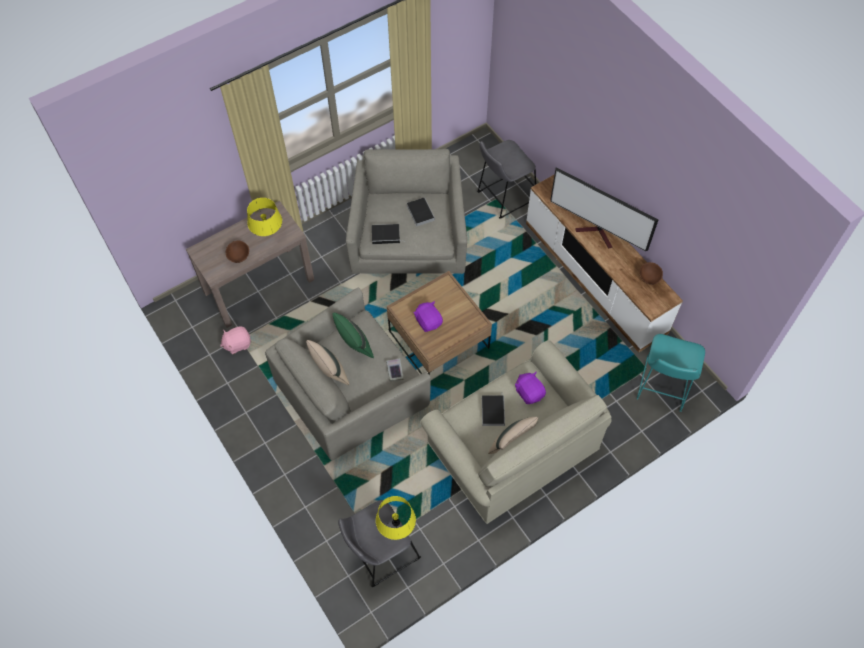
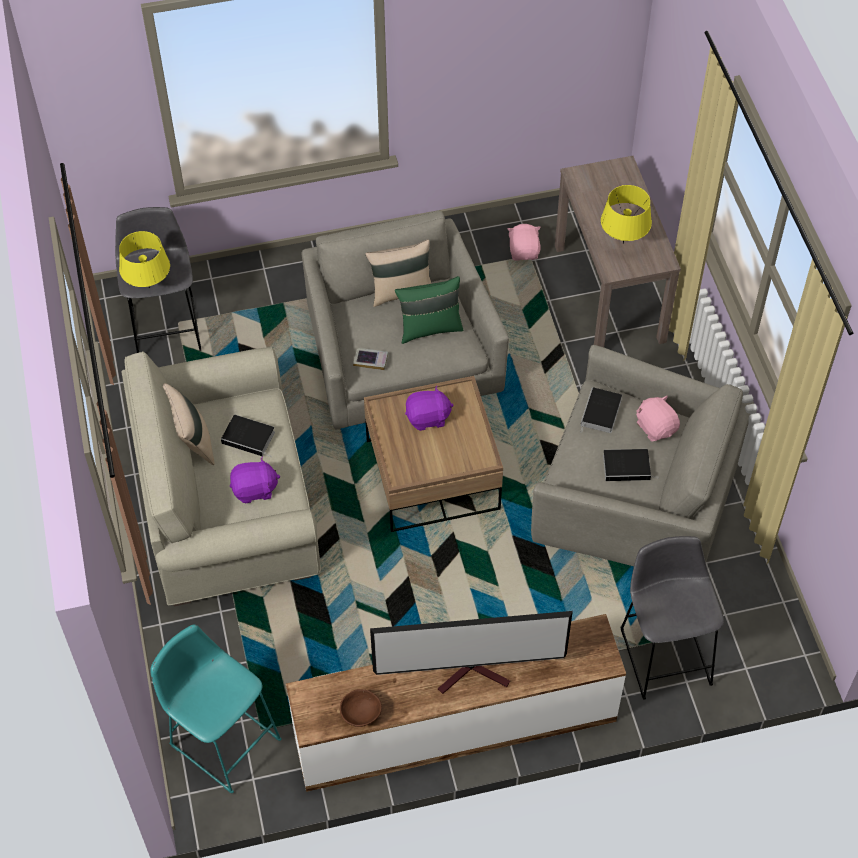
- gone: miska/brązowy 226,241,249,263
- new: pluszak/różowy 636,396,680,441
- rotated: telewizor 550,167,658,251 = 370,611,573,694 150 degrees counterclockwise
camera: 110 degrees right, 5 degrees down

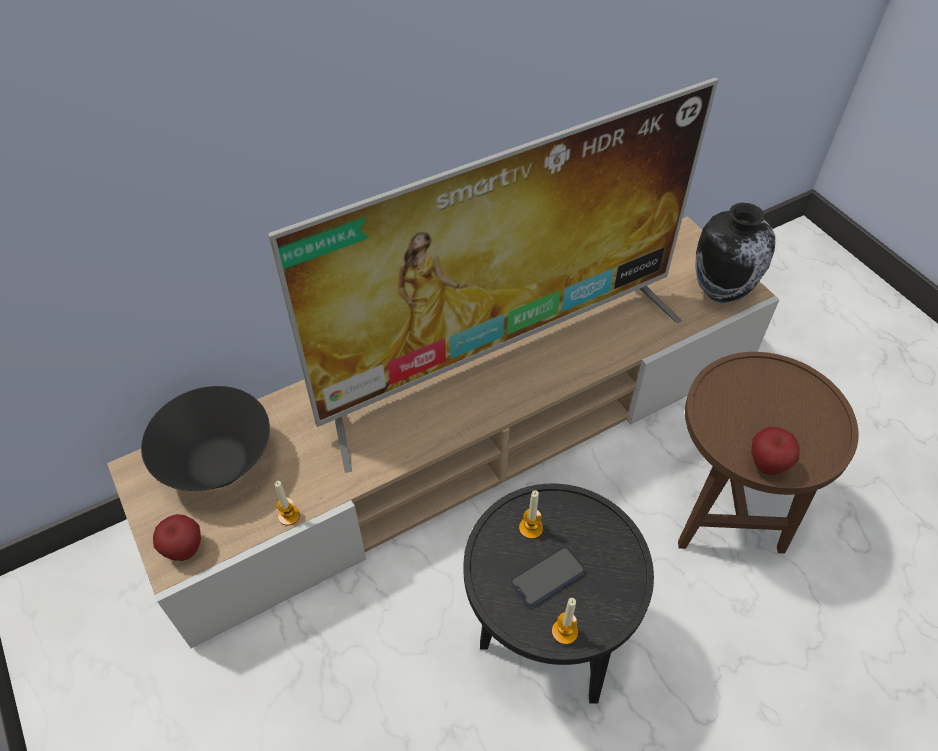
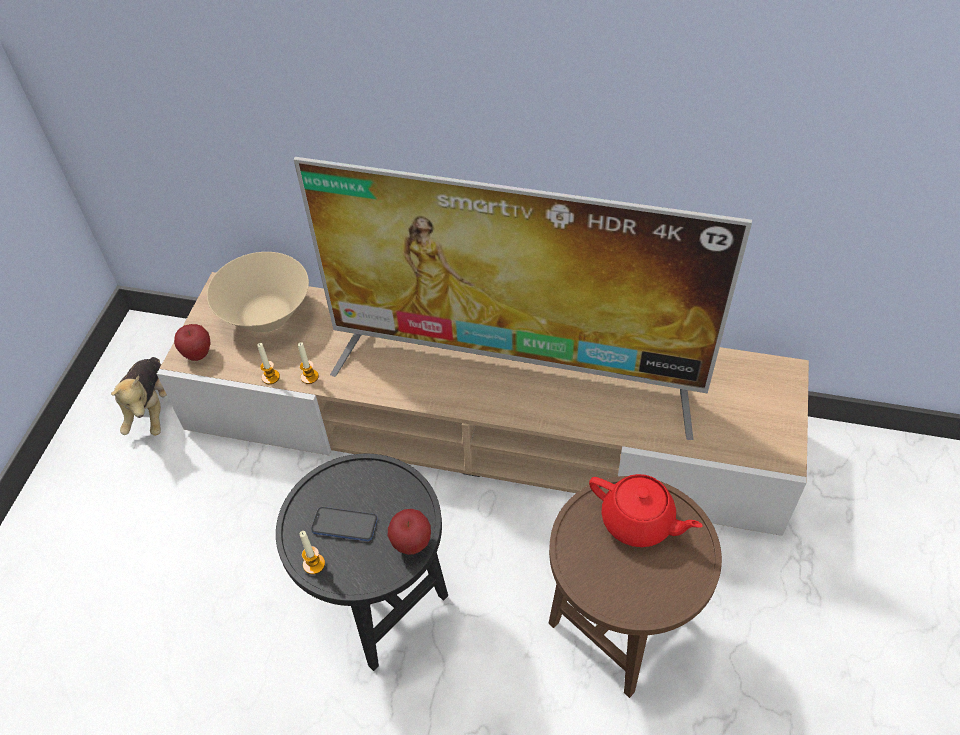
- gone: wazon 695,203,775,303
- new: pluszak 111,357,167,436
- new: imbryk/czerwony 589,474,703,547
- shifted: świeca 519,490,543,539 to 298,342,319,384
- shifted: jabłko 751,427,800,475 to 388,509,431,555
- repainted: miska/czarny 141,386,270,491 to miska/beżowy 207,252,309,332
camera: 45 degrees right, 0 degrees up

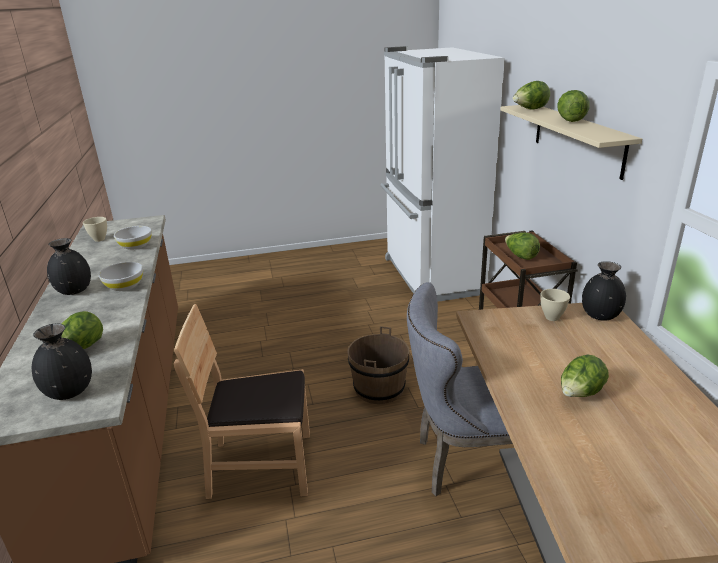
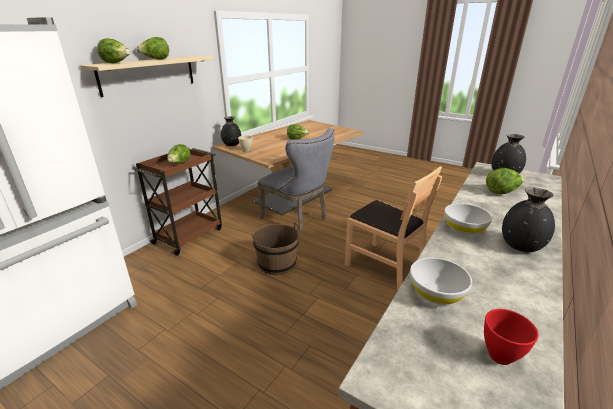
- repainted: miska/beżowy 83,217,107,242 to miska/czerwony 484,309,539,365
camera: 135 degrees left, 0 degrees up

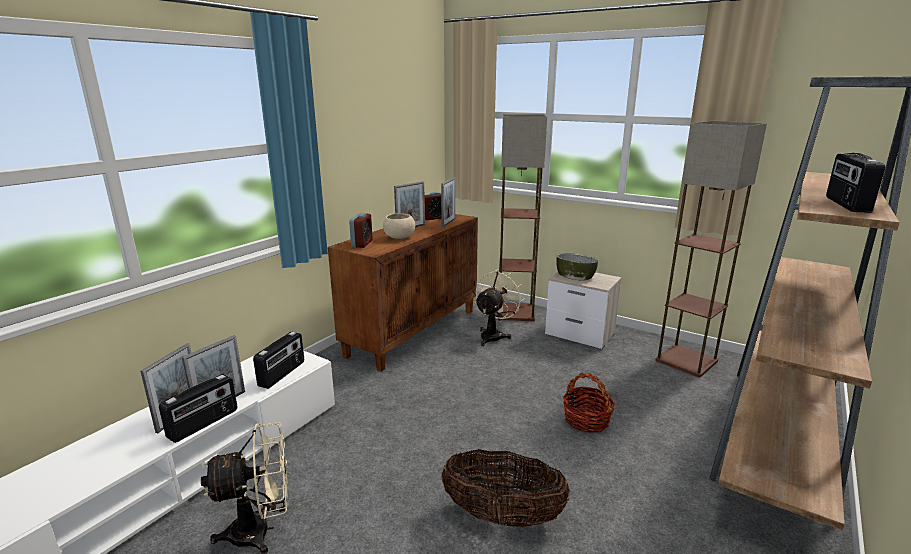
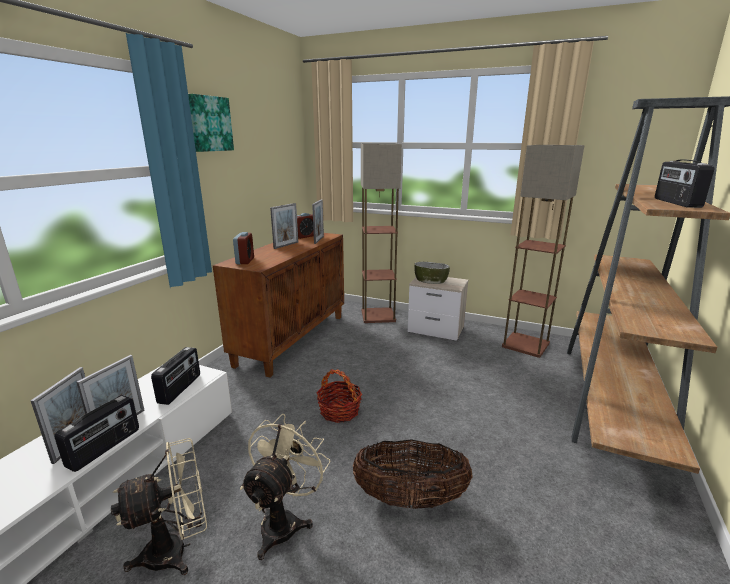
- gone: miska/beżowy 383,213,415,239
- new: obraz 188,94,234,152
- shifted: wentylator/beżowy 475,269,525,346 to 240,414,331,560
- shifted: koszyk 563,373,615,433 to 317,369,362,423
camera: 10 degrees left, 0 degrees up

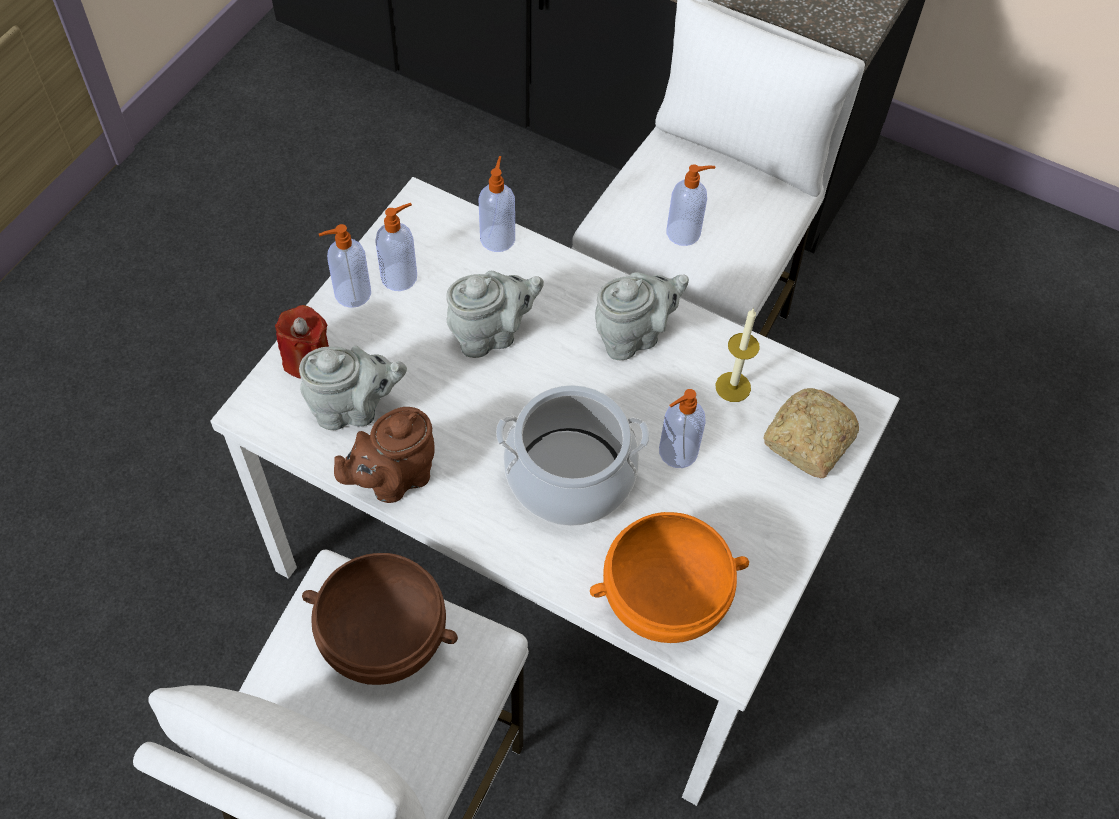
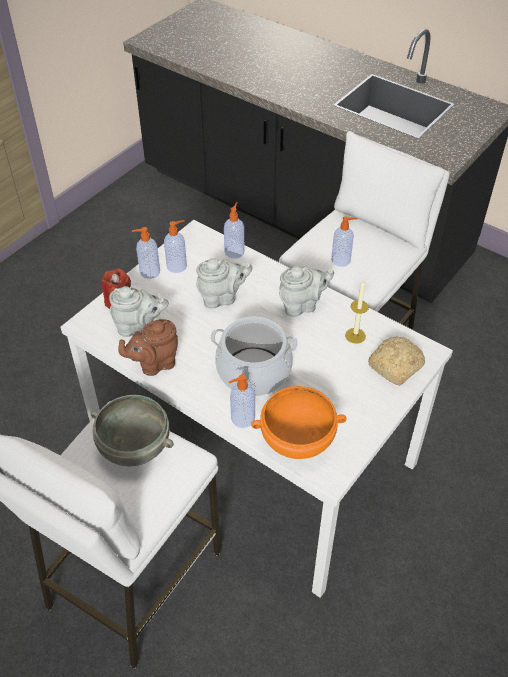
- shifted: dozownik mydła 659,389,706,468 to 229,374,255,428
- repainted: miska/brązowy 302,553,458,685 to miska/szary 91,395,174,466
camera: 10 degrees right, 10 degrees down

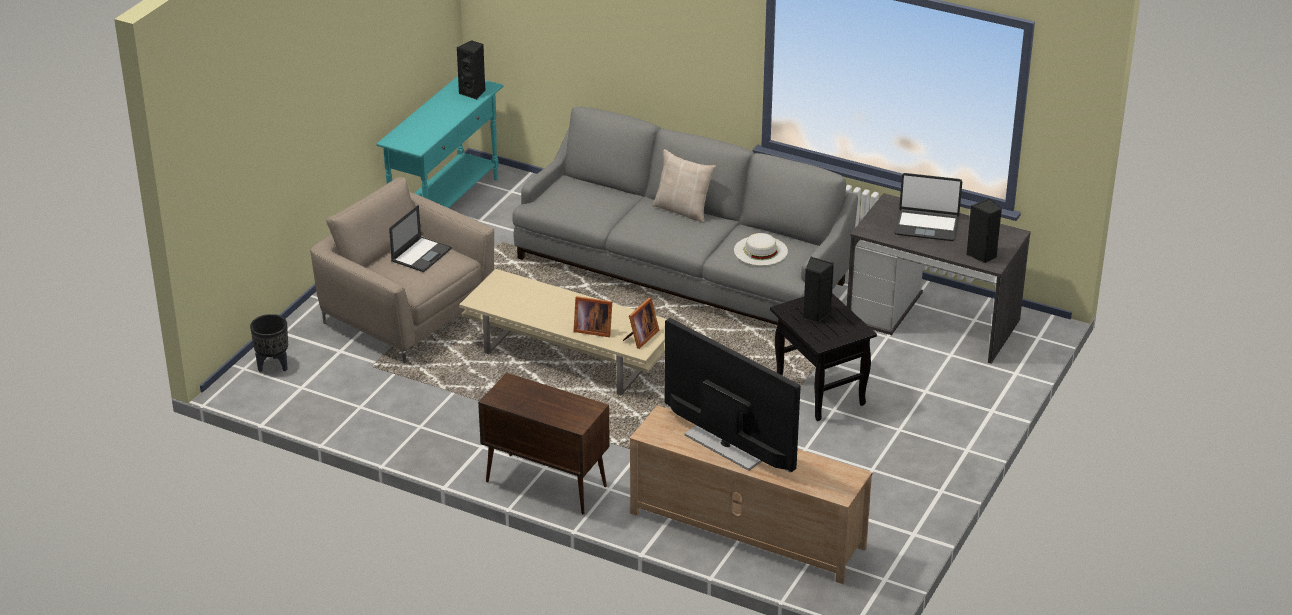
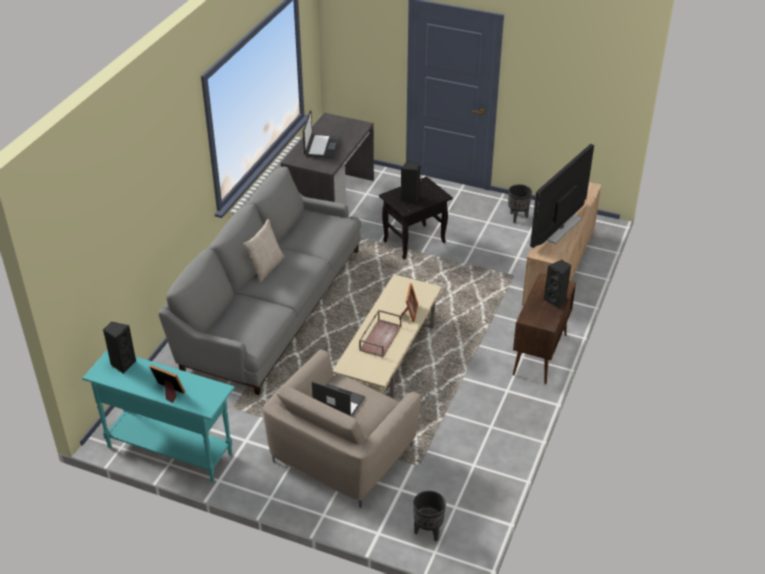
- gone: kapelusz/biały 734,233,788,266
- new: taca/brązowy 359,309,402,357
- new: donica/czarny 508,184,532,223
- shifted: ramka na zdjęcie 623,298,659,349 to 149,365,185,403
- shifted: głośnik/czarny 966,198,1002,263 to 544,260,571,309
camera: 95 degrees left, 5 degrees up

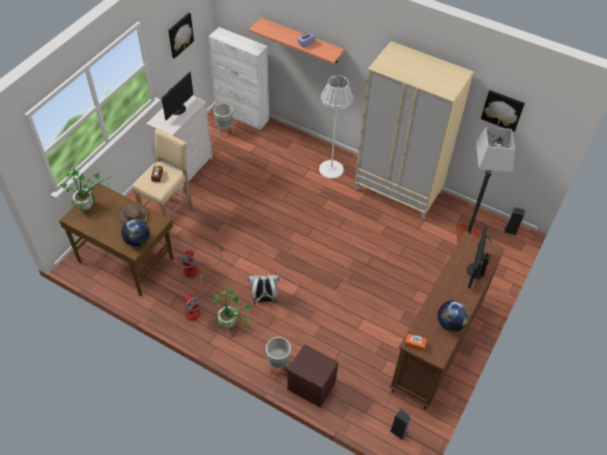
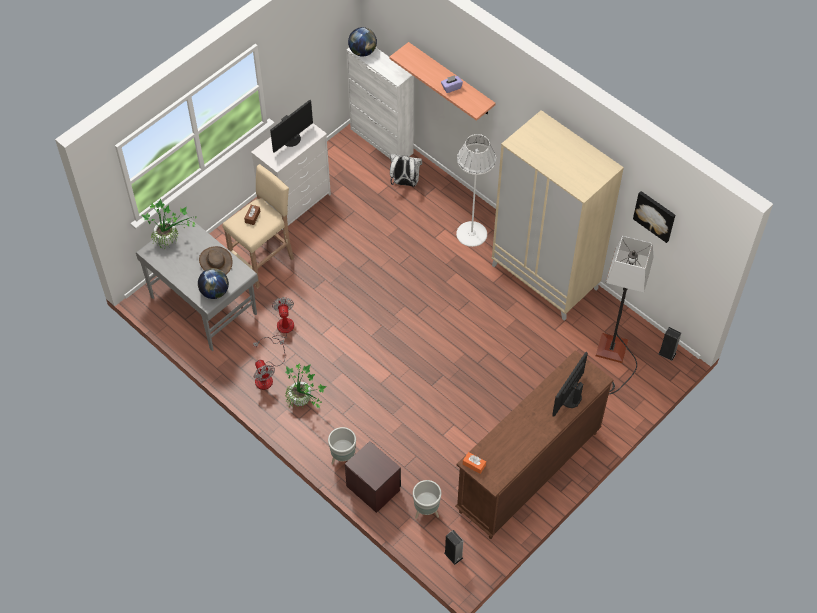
- gone: obraz 168,13,194,58
- shifted: donica/szary 213,103,234,136 to 413,480,441,519
- shifted: plecak/biały 248,275,279,304 to 390,154,422,187
- shifted: globus 437,300,469,332 to 348,27,377,56
- repainted: biurko/brązowy 59,184,174,296 to biurko/szary 136,214,258,351
- rotated: wentylator 178,247,224,277 = 253,297,294,346 150 degrees clockwise
camera: 15 degrees right, 5 degrees up

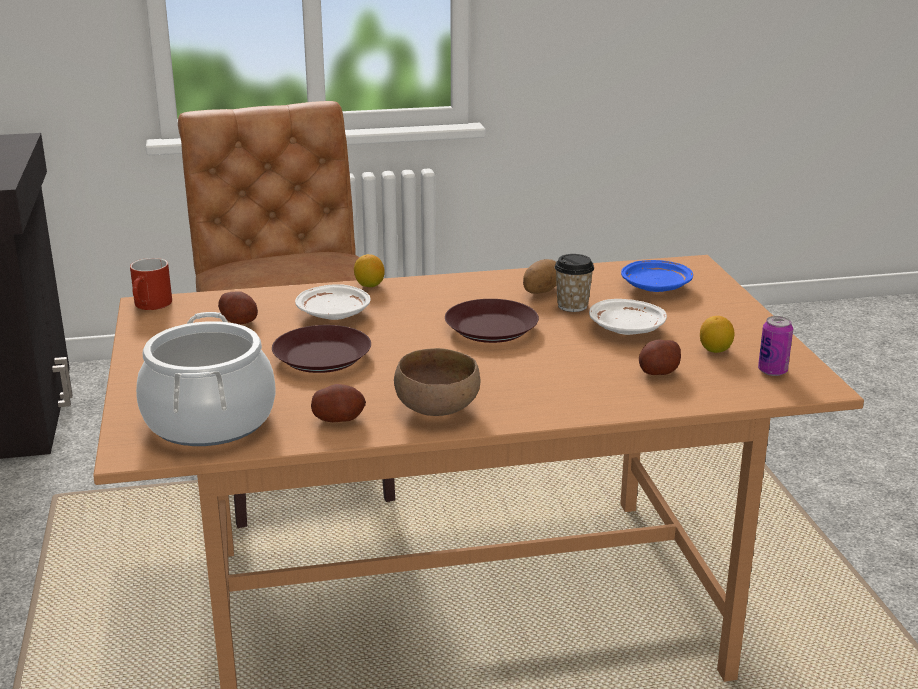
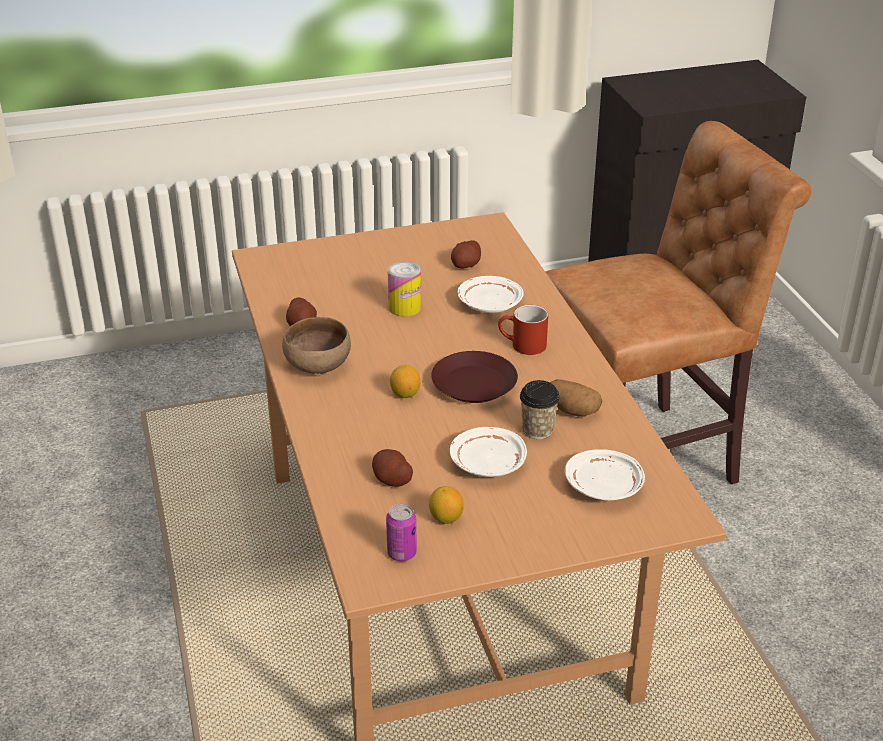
- gone: garnek 136,312,276,446
- shifted: kubek/czerwony 130,258,172,310 to 498,305,548,355
- shifted: cytryna 354,254,385,287 to 390,365,421,398
- swapped: talerz/brązowy 272,325,371,373 to puszka 388,261,421,316
- repainted: talerz/niebieski 621,260,693,292 to talerz/biały 565,449,645,500
camera: 85 degrees right, 10 degrees up

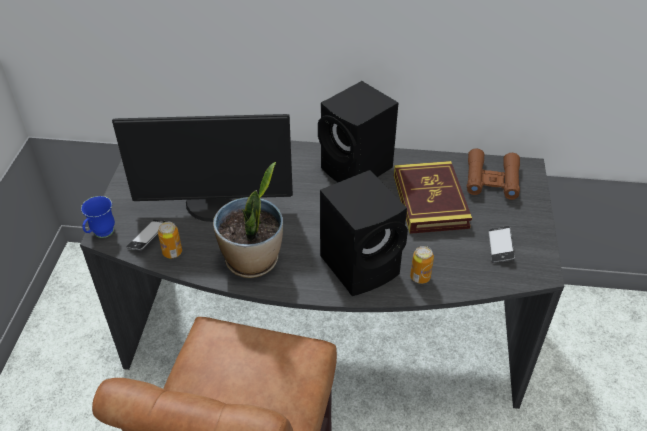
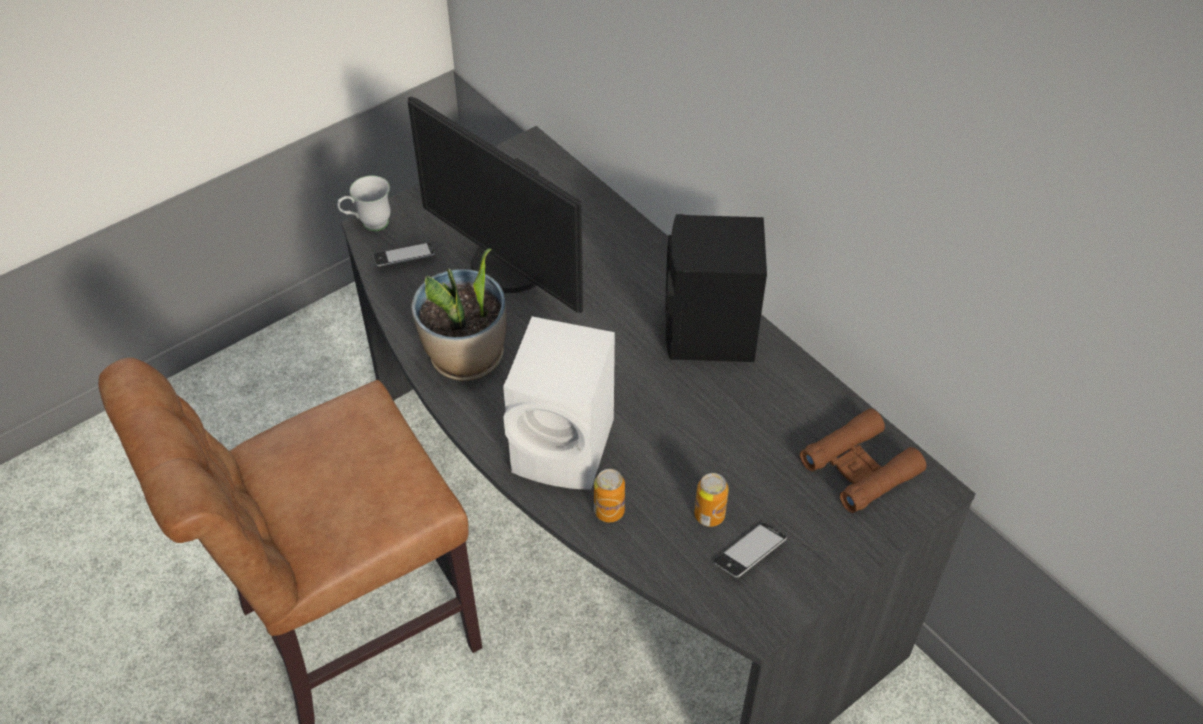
- gone: książka 394,161,472,234
- shifted: puszka 158,222,182,258 to 694,473,729,527
- repainted: kubek/niebieski 81,196,115,238 to kubek/biały 337,176,391,231
- repainted: głośnik/czarny 320,170,408,296 to głośnik/biały 503,316,615,489
camera: 45 degrees right, 5 degrees up

